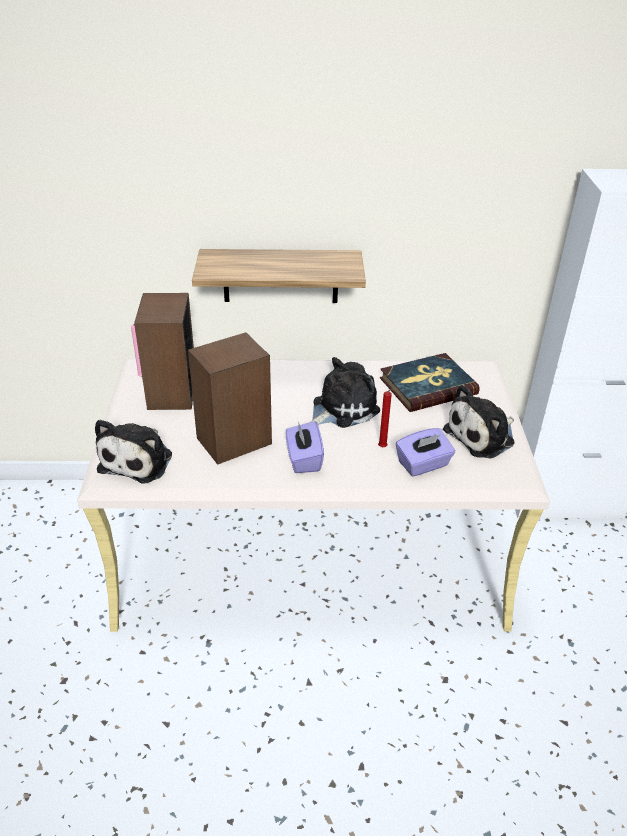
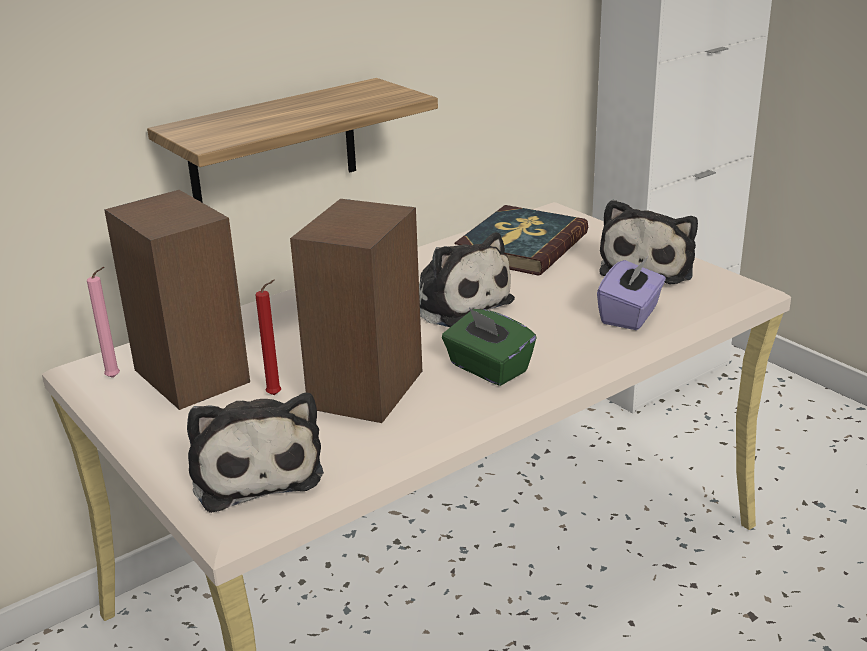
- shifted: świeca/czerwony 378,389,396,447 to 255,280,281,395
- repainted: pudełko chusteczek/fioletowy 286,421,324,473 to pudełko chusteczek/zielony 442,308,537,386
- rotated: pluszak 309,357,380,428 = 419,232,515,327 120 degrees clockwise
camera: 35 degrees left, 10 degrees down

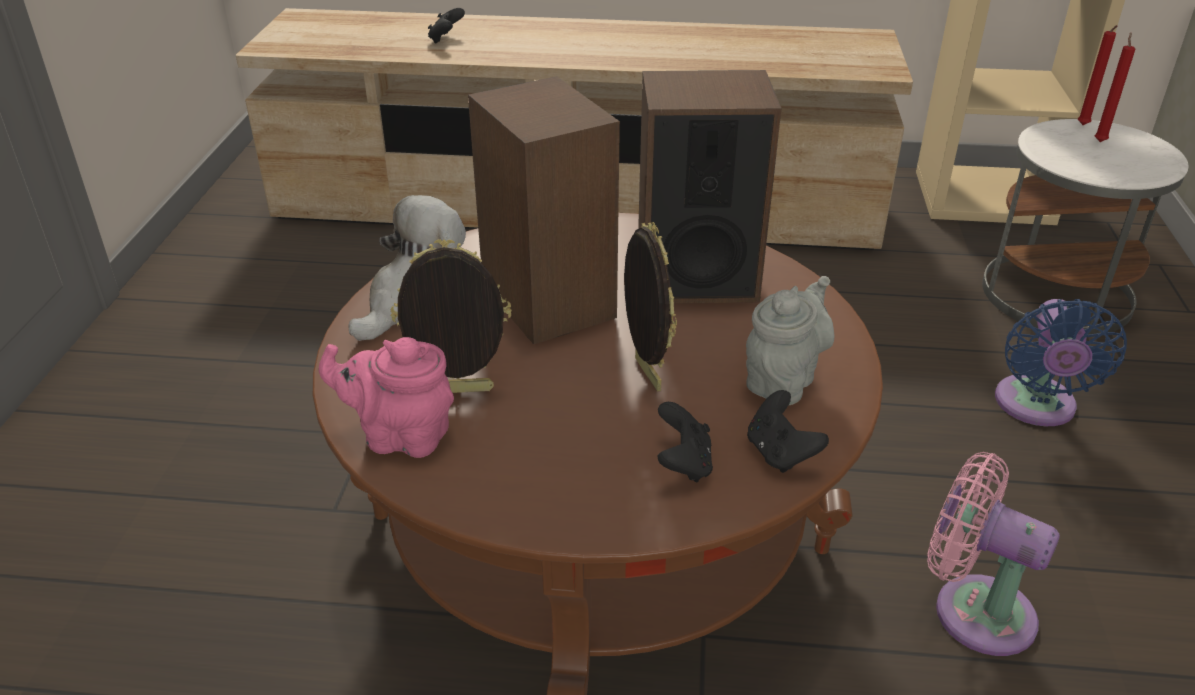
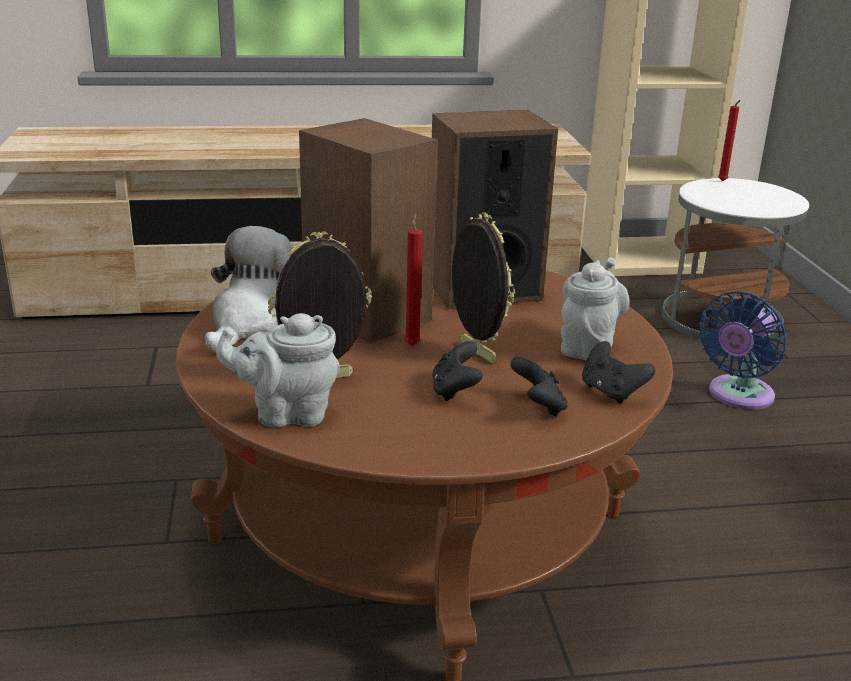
- gone: wentylator/różowy 927,452,1060,656
- shifted: pad do gier/czarny 428,8,465,43 to 432,341,483,401
- shifted: świeca/czerwony 1095,32,1136,142 to 404,213,422,346
- repainted: imbryk/różowy 319,337,454,458 to imbryk/szary 216,313,340,428
- rotated: wentylator/niebieski 995,299,1127,426 = 699,291,787,410 45 degrees clockwise
camera: 15 degrees left, 10 degrees down

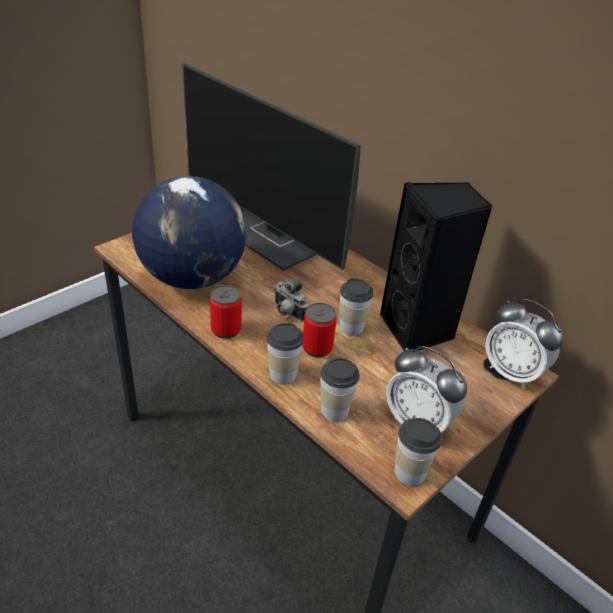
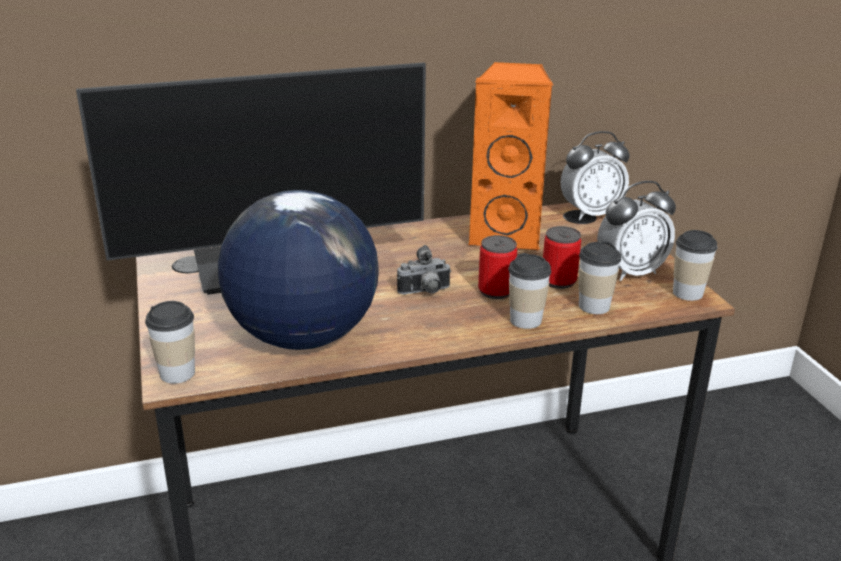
- shifted: puszka 210,285,242,339 to 543,226,581,289
- shifted: filiżanka 339,278,373,335 to 145,301,195,384
- repainted: głośnik/czarny 380,182,493,351 to głośnik/pomarańczowy 468,62,553,250
camera: 60 degrees left, 10 degrees down

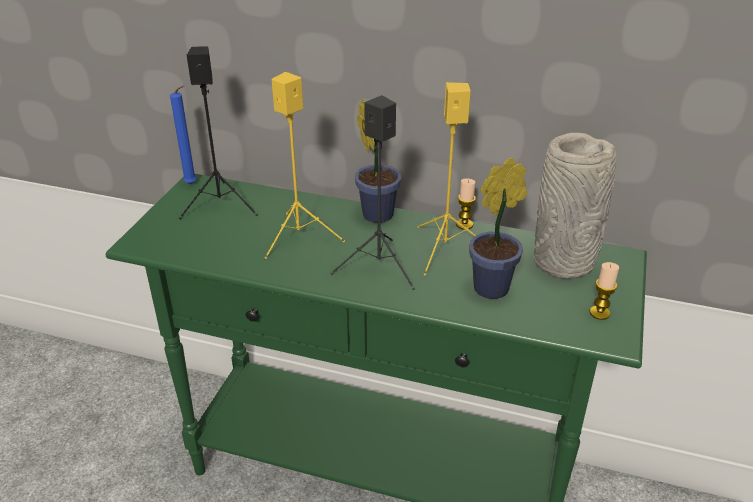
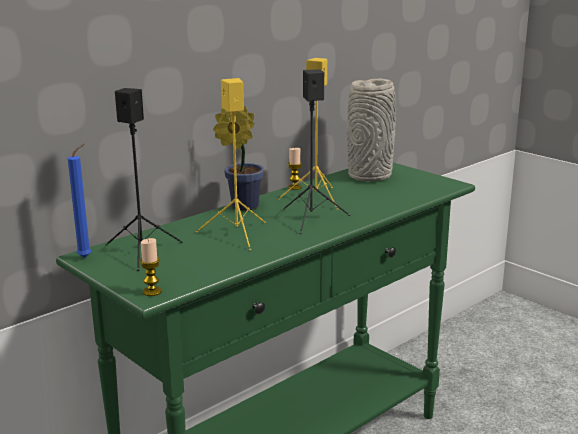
- gone: roślina doniczkowa 469,157,527,299
- shifted: świeca 590,262,619,320 to 140,238,162,296
camera: 60 degrees left, 15 degrees down

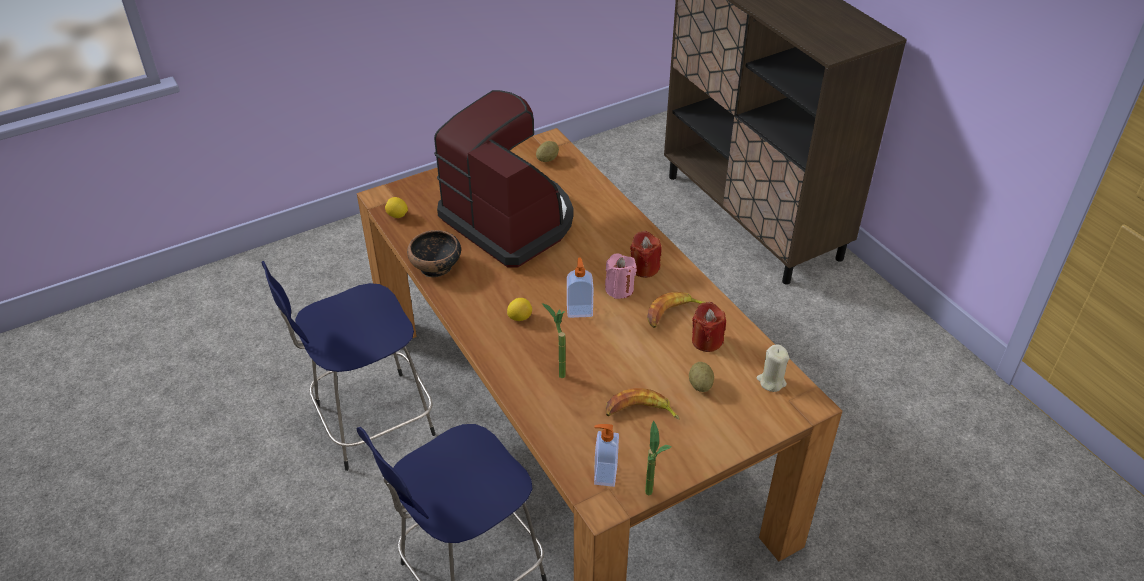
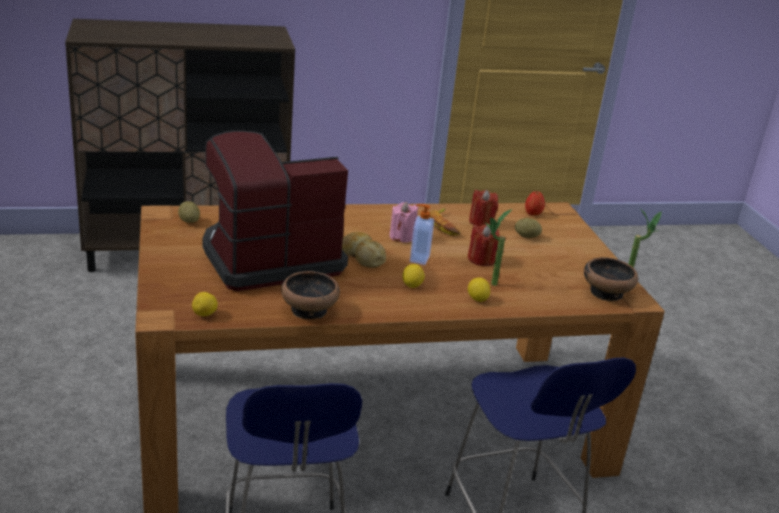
- gone: banan 606,388,680,420
- new: chleb 342,232,386,268
- new: cytryna 468,277,490,302
- shifted: świeca/czerwony 630,231,661,278 to 468,225,499,266
- swapped: dozownik mydła 594,424,619,487 to miska 584,257,638,301
- swapped: świeca/beżowy 757,344,789,392 to jabłko 525,191,545,215
camera: 75 degrees left, 15 degrees down

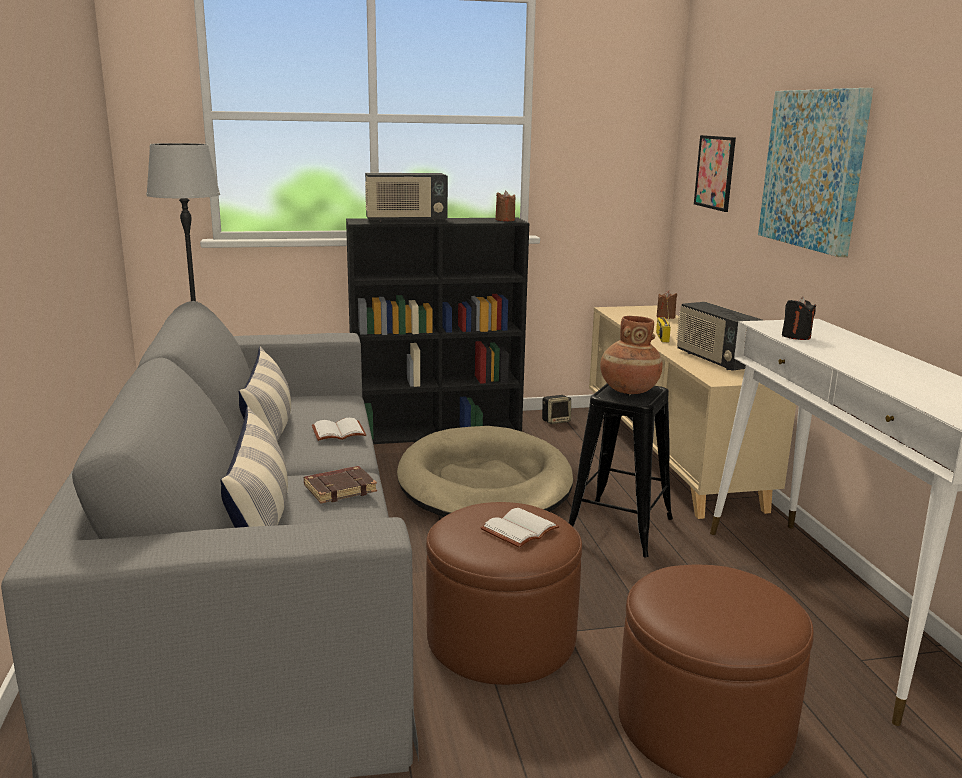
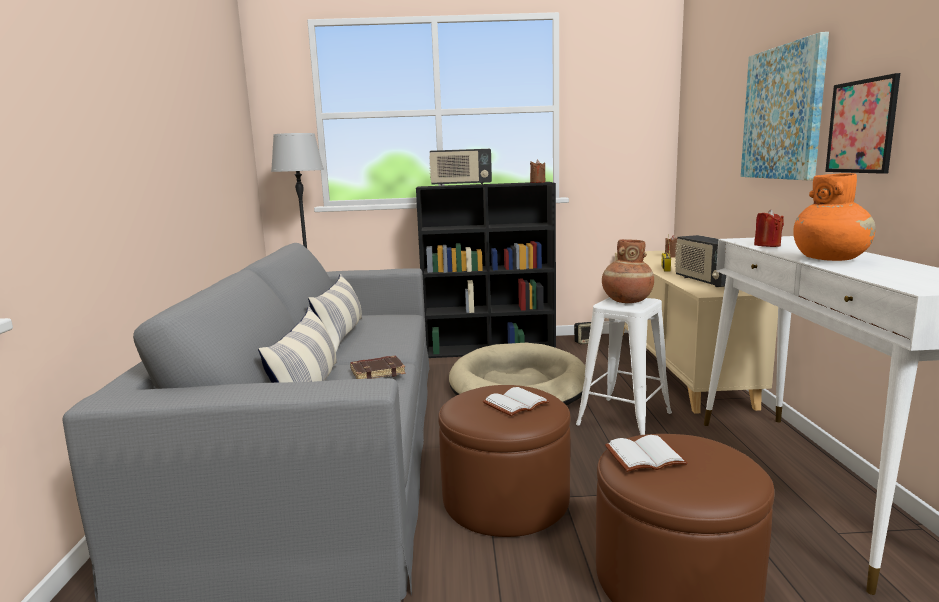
- new: wazon/pomarańczowy 793,173,876,261
- shifted: książka/biały 312,418,366,441 to 605,435,688,472
- shifted: obraz 694,135,736,212 to 825,73,900,174
- repainted: stołek/czarny 569,384,673,557 to stołek/biały 576,297,672,435
- repainted: świeca/czarny 782,296,816,340 to świeca/czerwony 754,209,784,247
camera: 10 degrees right, 5 degrees down

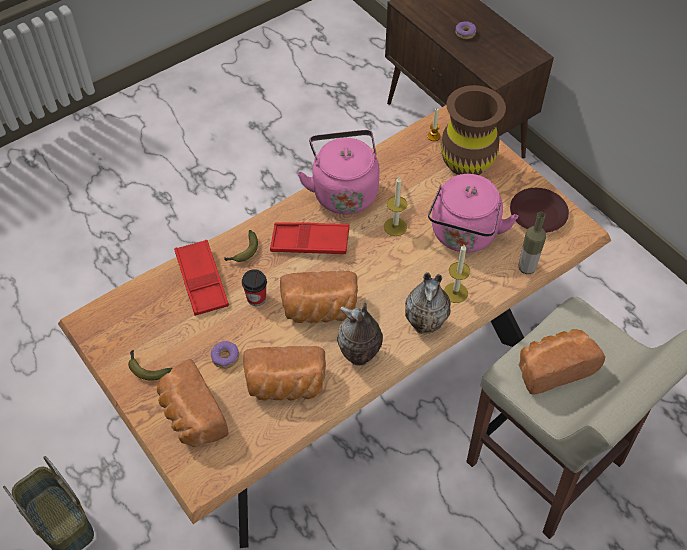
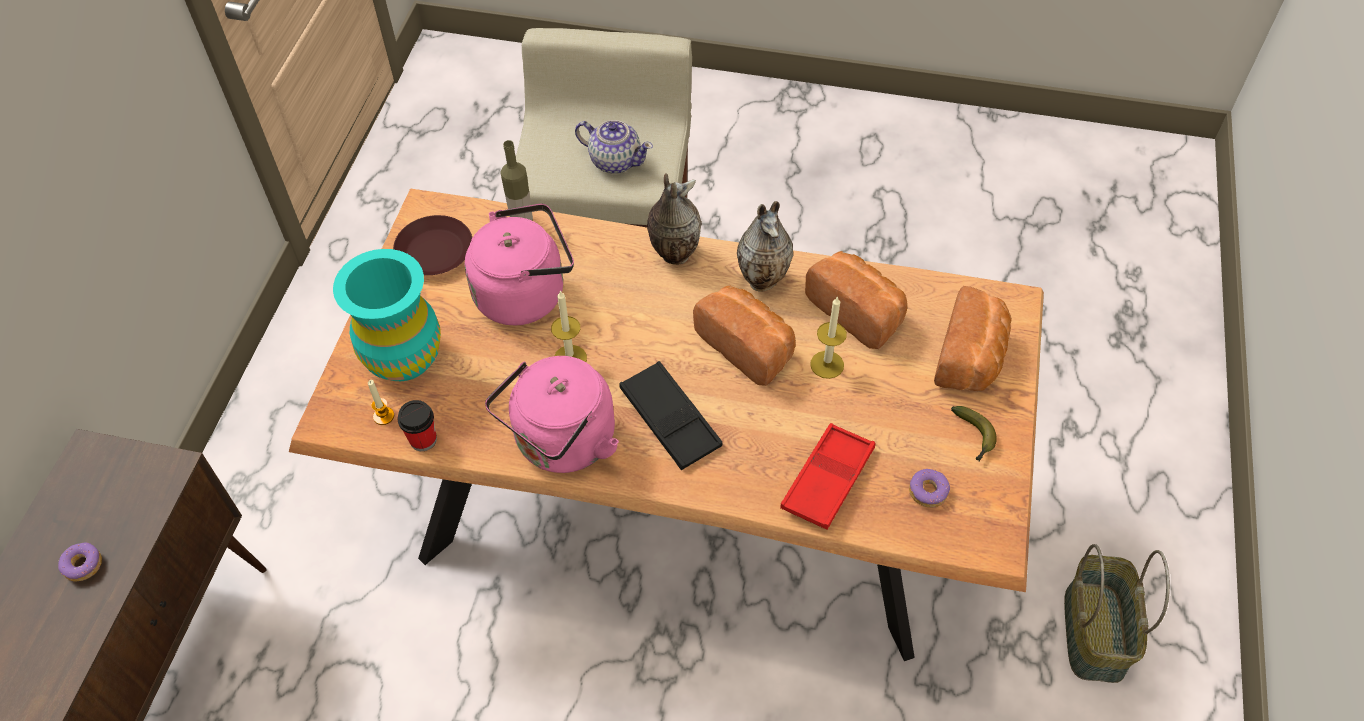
- gone: banan 224,230,258,262
- shifted: donut 210,341,239,369 to 909,469,950,507
- shifted: filiżanka 242,269,267,306 to 397,400,437,451
- shifted: świeca 444,245,470,303 to 810,296,847,379
- swapped: chleb 519,329,605,395 to imbryk 575,120,653,174
- repainted: taca/czerwony 270,222,349,254 to taca/czarny 619,361,723,470
- repainted: wazon/brązowy 441,85,506,175 to wazon/turkusowy 333,249,441,381
camera: 130 degrees left, 0 degrees up

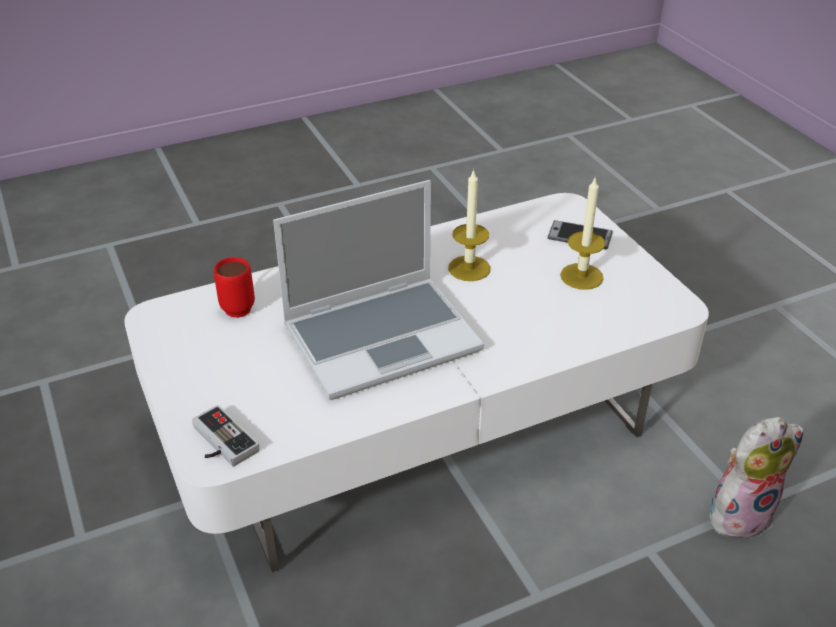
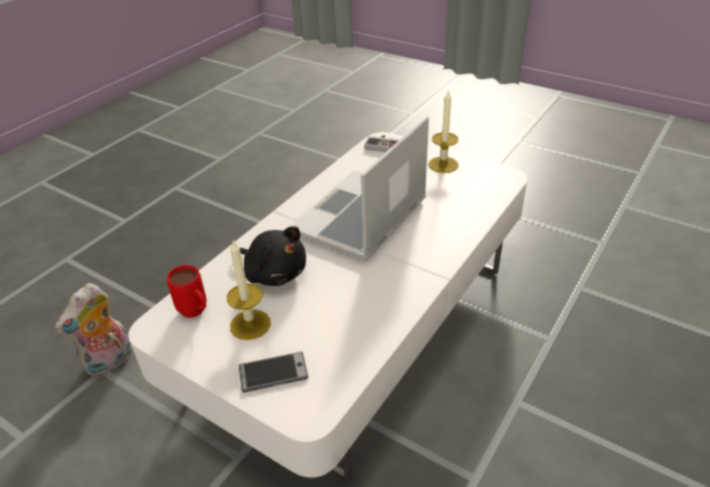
- new: pluszak/czarny 240,227,306,286
- shifted: kubek/czerwony 214,257,255,318 to 167,265,206,318
- shifted: świeca 448,169,490,281 to 428,89,459,173
camera: 150 degrees right, 0 degrees up

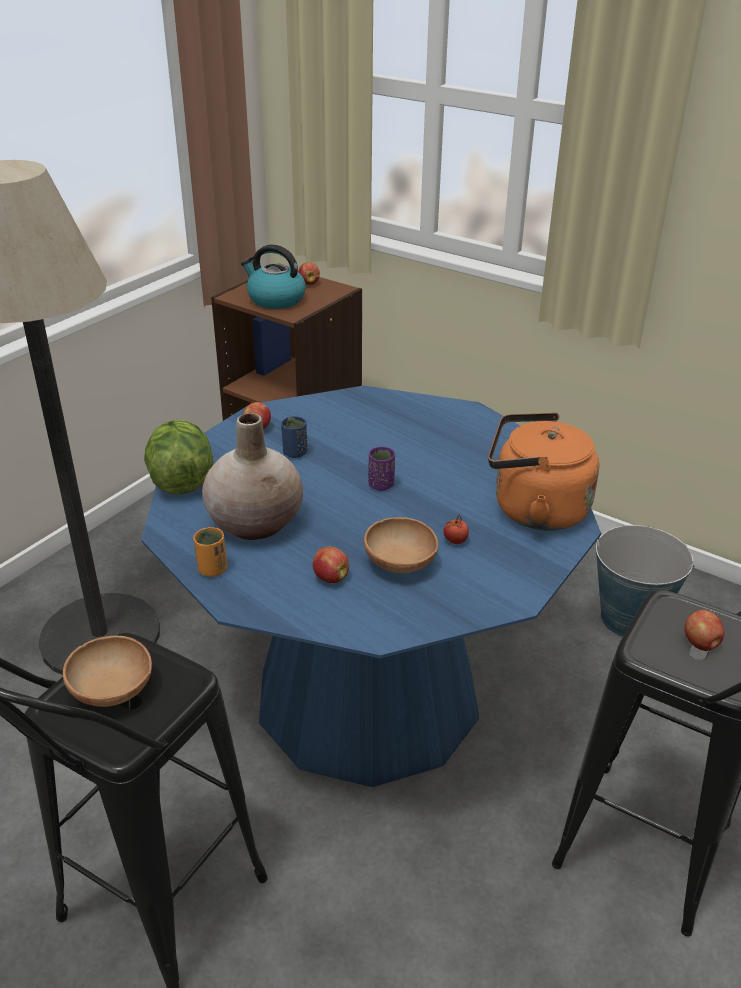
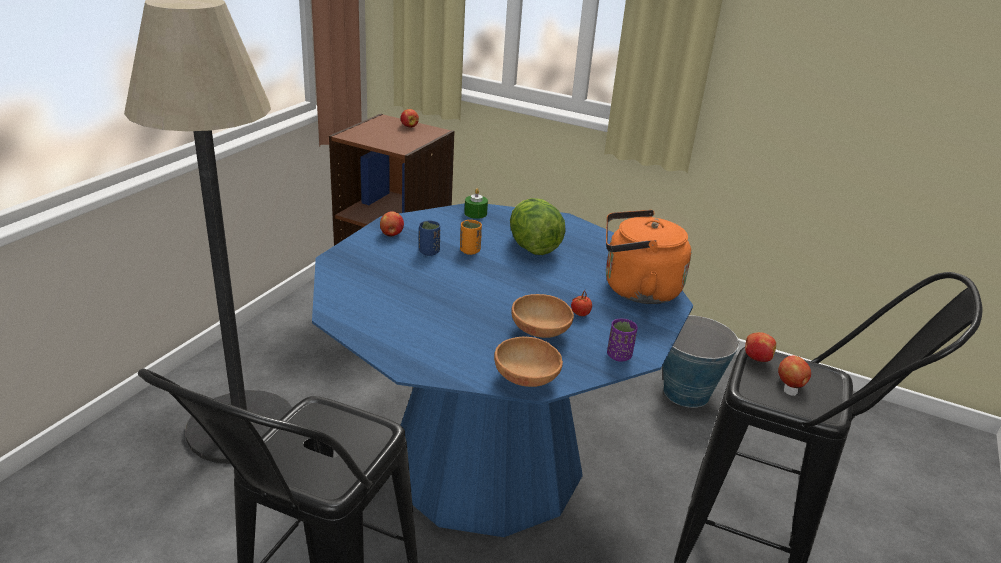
- gone: wazon/beżowy 202,414,303,540
- gone: czajnik 241,245,306,309
- new: świeca/zielony 464,188,488,219
- shifted: miska/brązowy 63,636,152,707 to 494,337,563,387
- shifted: sałata 144,420,213,494 to 510,198,565,255
- shifted: filiżanka/pomarańczowy 193,527,227,577 to 460,220,482,255
- shifted: jabłko 313,547,349,583 to 745,332,776,362
- shifted: filiżanka/fioletowy 368,447,395,491 to 607,319,638,362
camera: 10 degrees left, 5 degrees down

